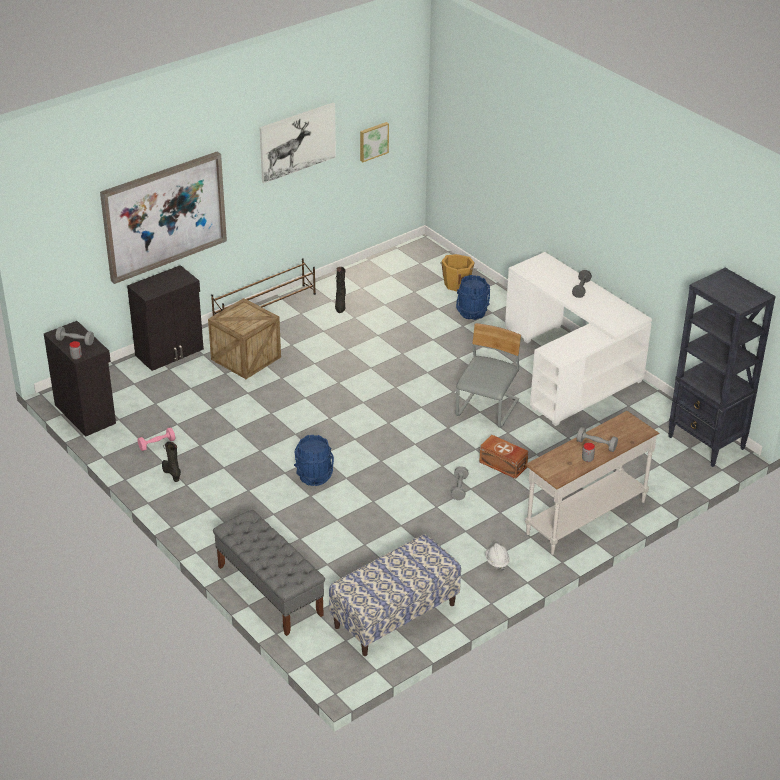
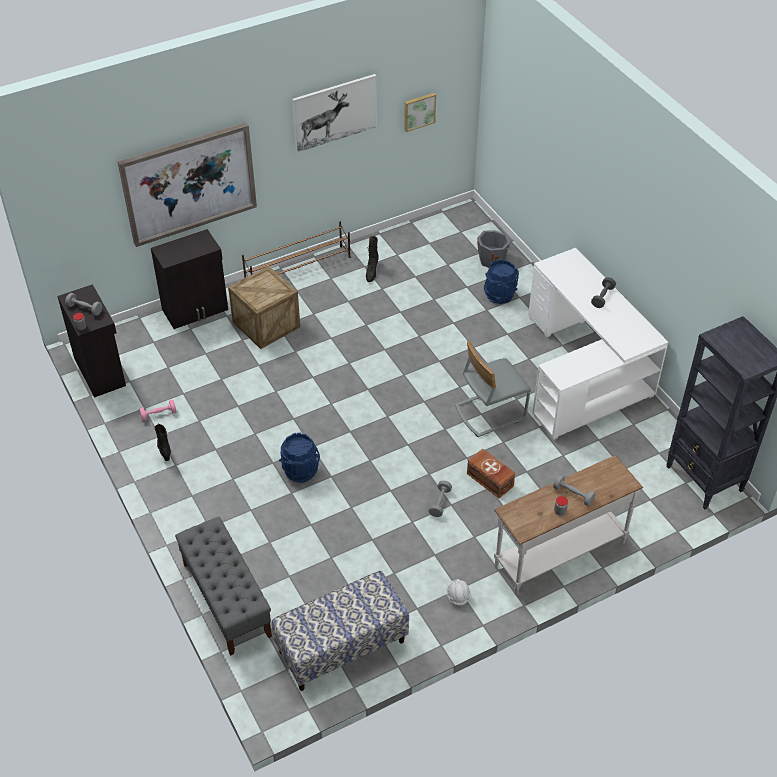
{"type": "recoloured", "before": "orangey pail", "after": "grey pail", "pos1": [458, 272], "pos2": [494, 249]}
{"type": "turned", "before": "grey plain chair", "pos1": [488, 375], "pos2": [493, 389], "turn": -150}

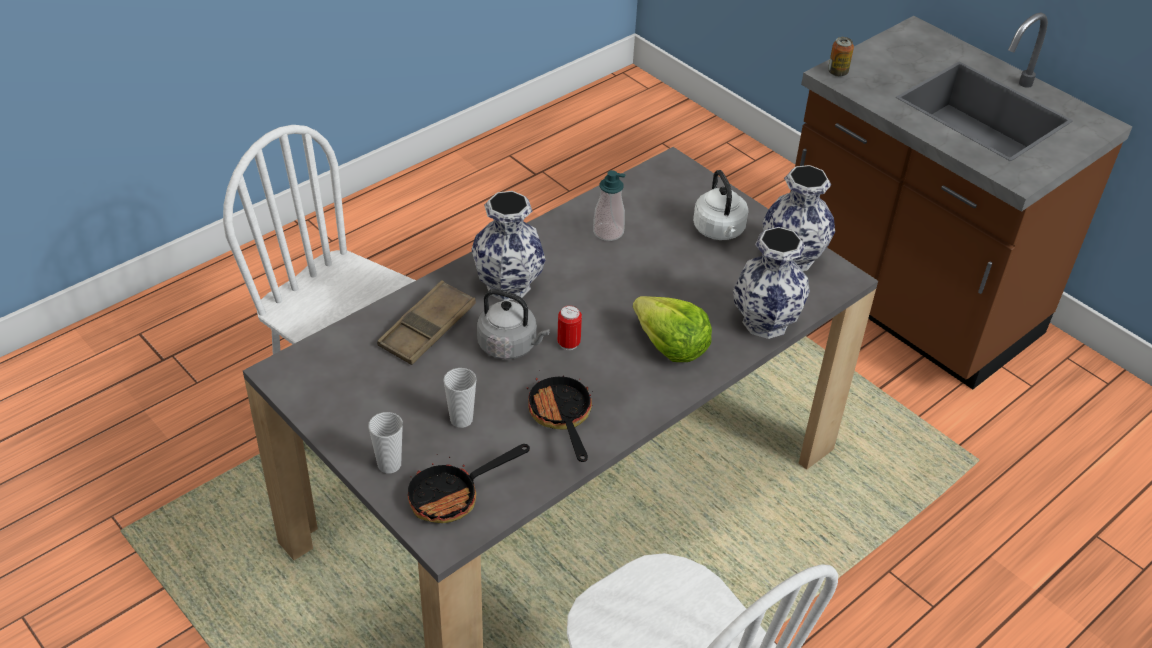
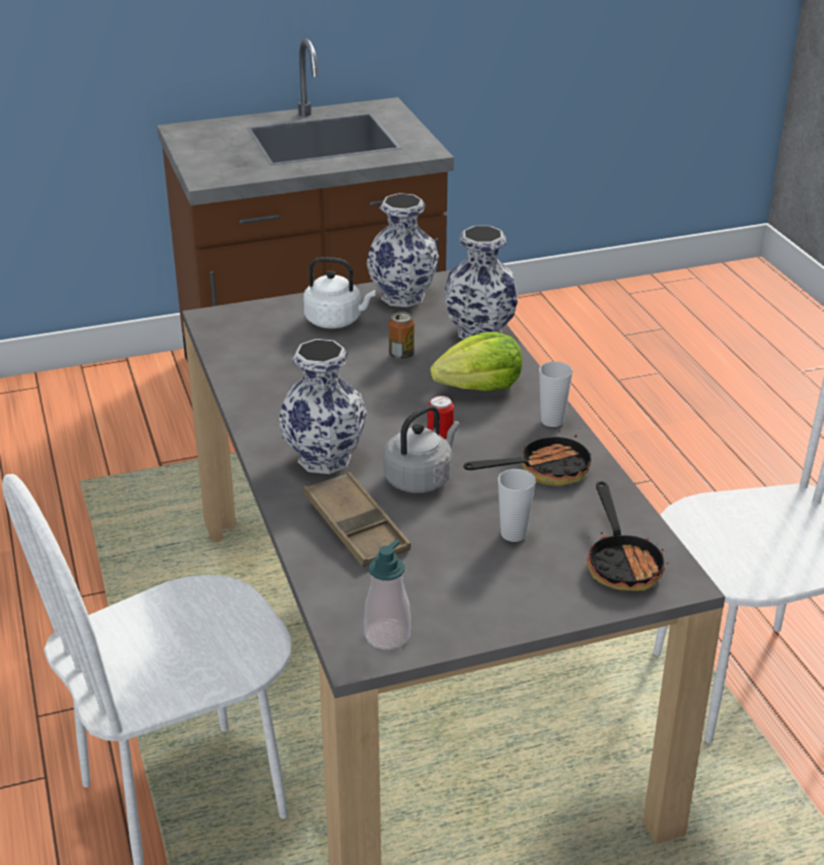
{"type": "moved", "before": "cup", "pos1": [385, 442], "pos2": [556, 394]}
{"type": "moved", "before": "liquid soap bottle", "pos1": [609, 205], "pos2": [387, 595]}
{"type": "moved", "before": "sealed can", "pos1": [841, 57], "pos2": [401, 336]}
{"type": "turned", "before": "frying pan", "pos1": [560, 416], "pos2": [527, 458], "turn": 150}

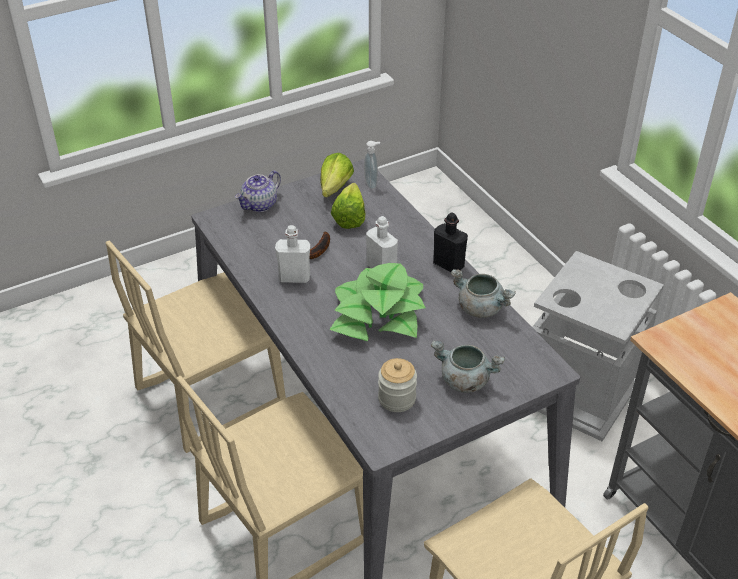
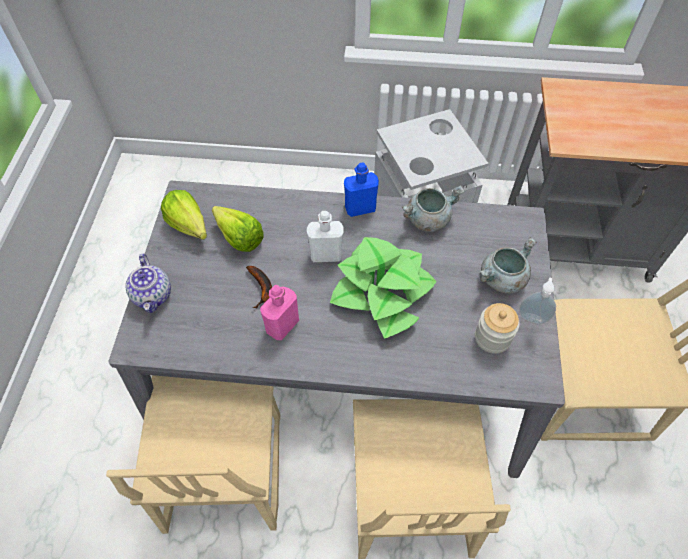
{"type": "moved", "before": "liquid soap bottle", "pos1": [372, 165], "pos2": [537, 301]}
{"type": "recoloured", "before": "whitish beverage bottle", "after": "pink beverage bottle", "pos1": [292, 254], "pos2": [279, 312]}
{"type": "recoloured", "before": "black beverage bottle", "after": "blue-coloured beverage bottle", "pos1": [450, 242], "pos2": [361, 189]}

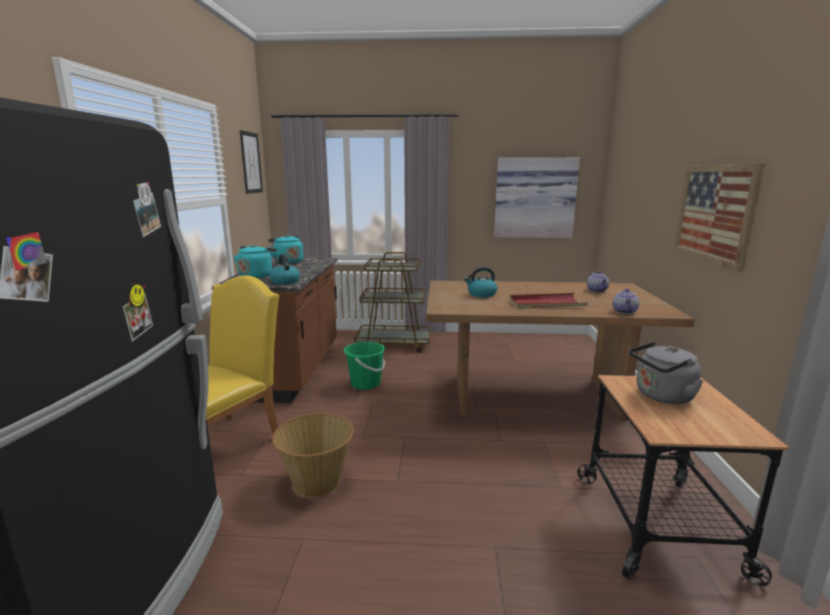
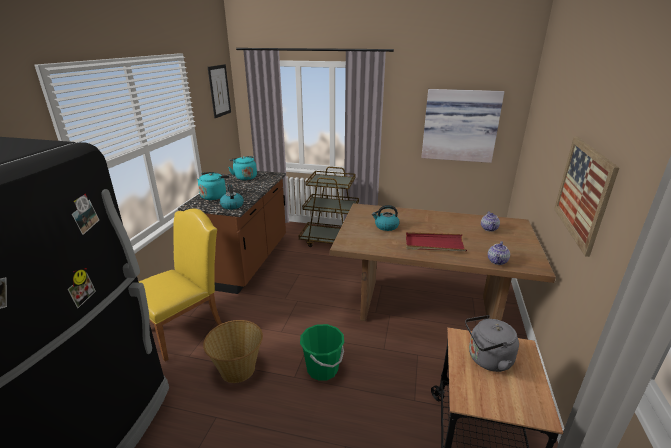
{"type": "moved", "before": "green-coloured pail", "pos1": [364, 366], "pos2": [322, 352]}

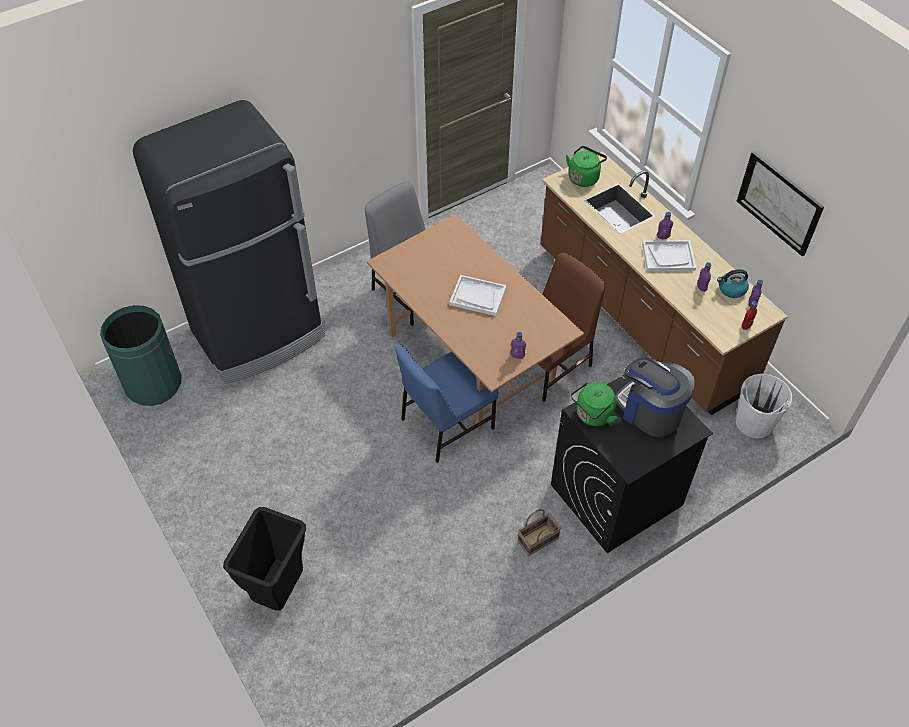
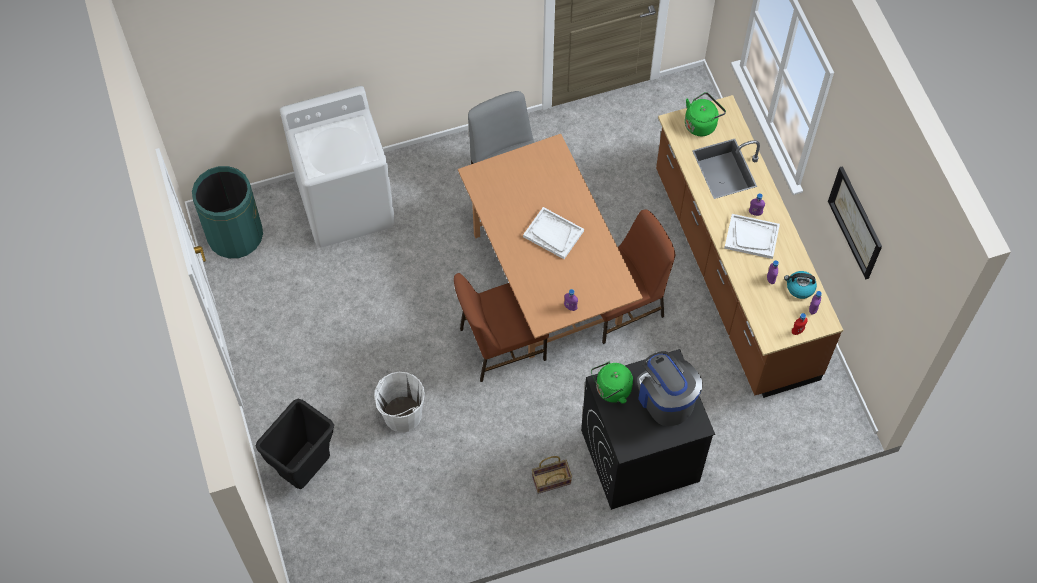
{"type": "moved", "before": "whitish pail", "pos1": [764, 406], "pos2": [399, 402]}
{"type": "replaced", "before": "black refrigerator", "after": "whitish washing machine", "pos1": [229, 242], "pos2": [337, 167]}
{"type": "recoloured", "before": "blue-coloured plain chair", "after": "brown-coloured plain chair", "pos1": [446, 403], "pos2": [501, 327]}

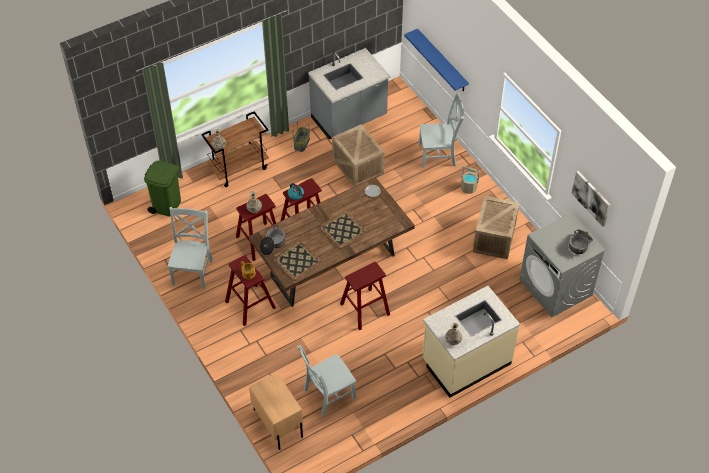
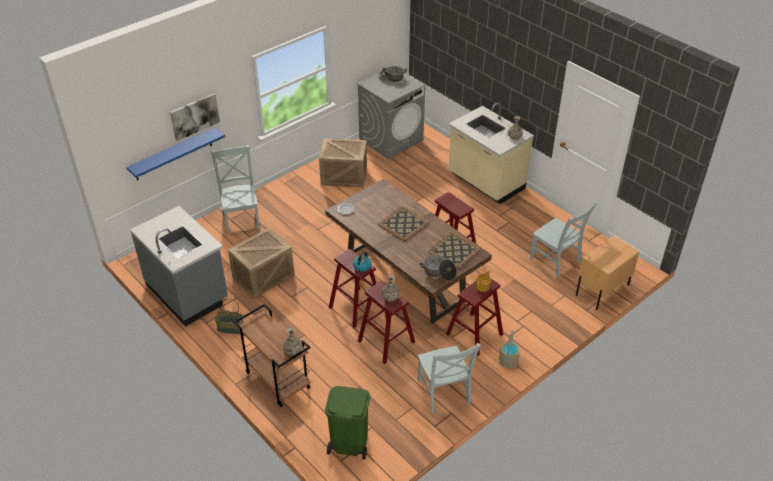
{"type": "moved", "before": "sand-coloured pail", "pos1": [470, 180], "pos2": [509, 349]}
{"type": "moved", "before": "wall art", "pos1": [591, 199], "pos2": [195, 117]}
{"type": "turned", "before": "grey plain chair", "pos1": [190, 248], "pos2": [449, 378], "turn": -105}

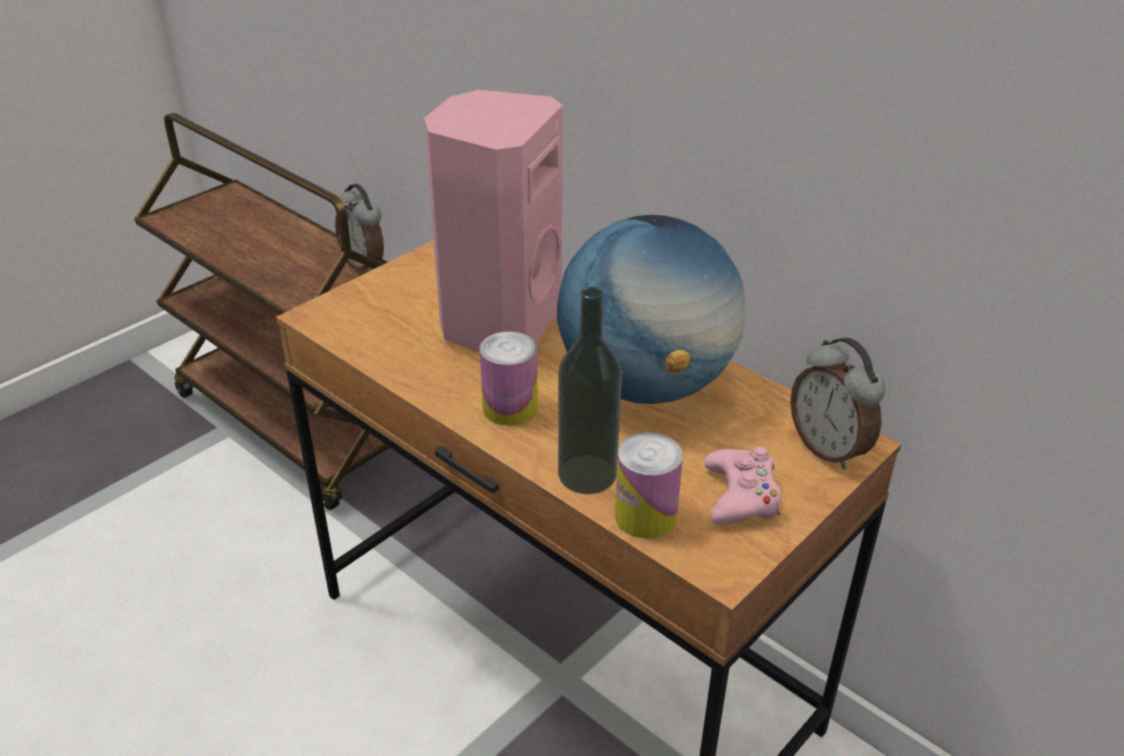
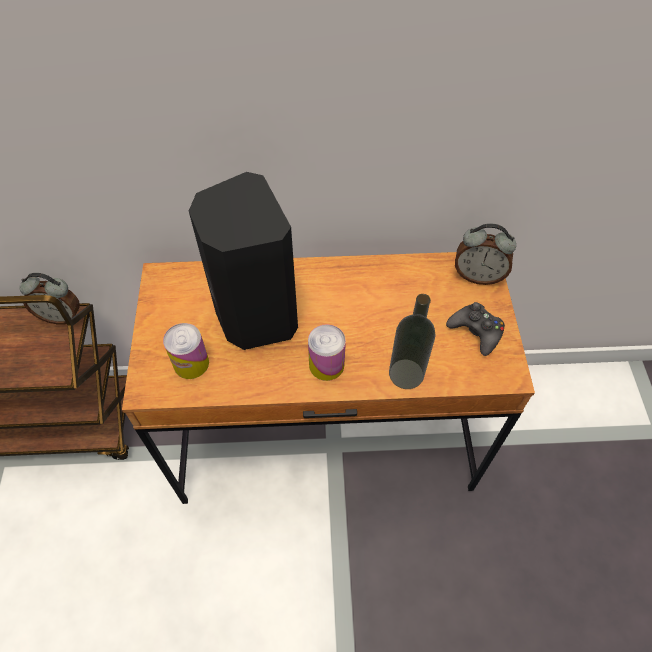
{"type": "removed", "before": "desk globe", "pos1": [651, 309]}
{"type": "moved", "before": "sealed can", "pos1": [649, 485], "pos2": [186, 351]}
{"type": "recoloured", "before": "pink loudspeaker", "after": "black loudspeaker", "pos1": [493, 221], "pos2": [243, 261]}
{"type": "recoloured", "before": "pink gamepad", "after": "black gamepad", "pos1": [742, 485], "pos2": [475, 329]}

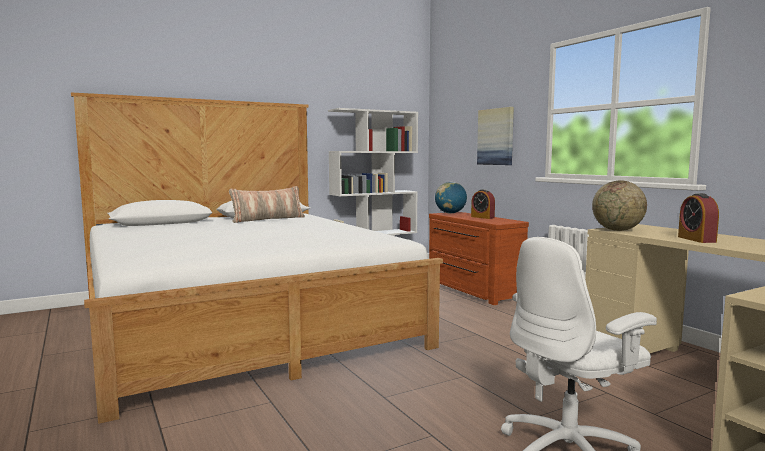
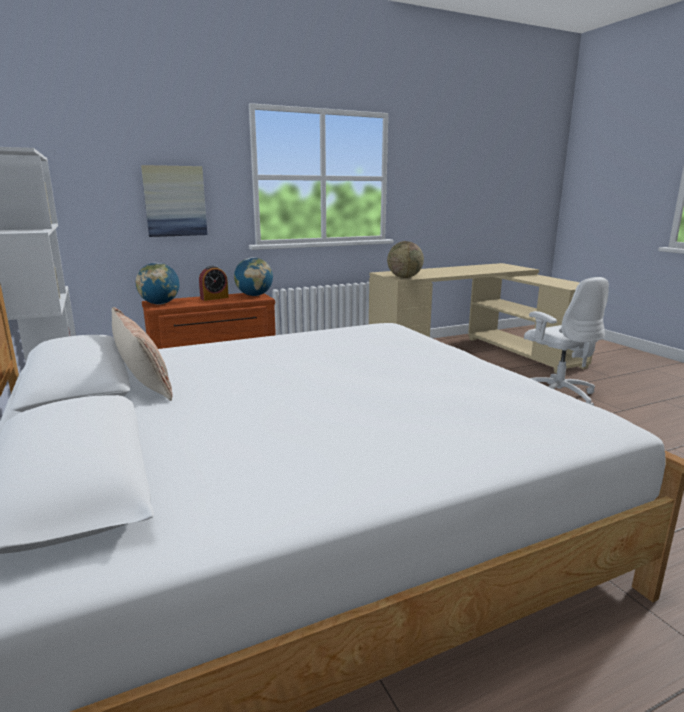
{"type": "removed", "before": "alarm clock", "pos1": [698, 218]}
{"type": "added", "after": "desk globe", "pos2": [253, 276]}

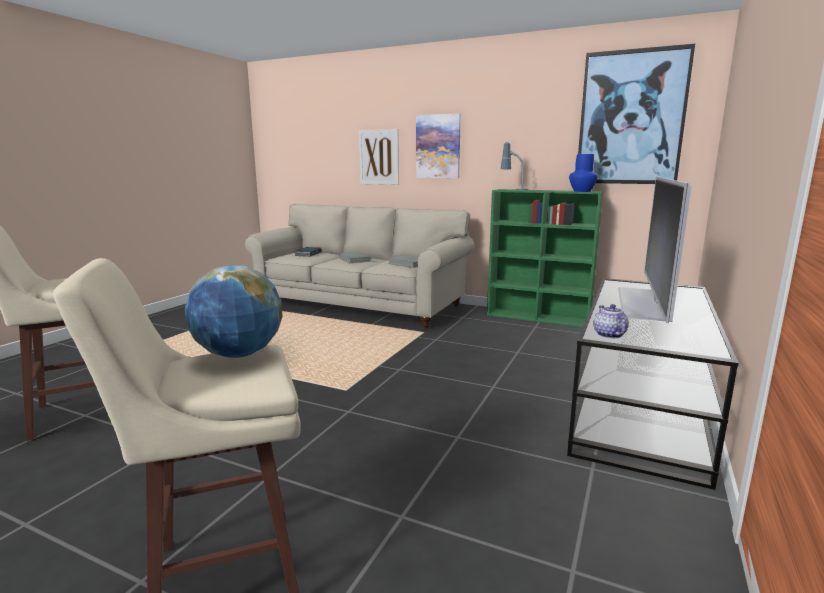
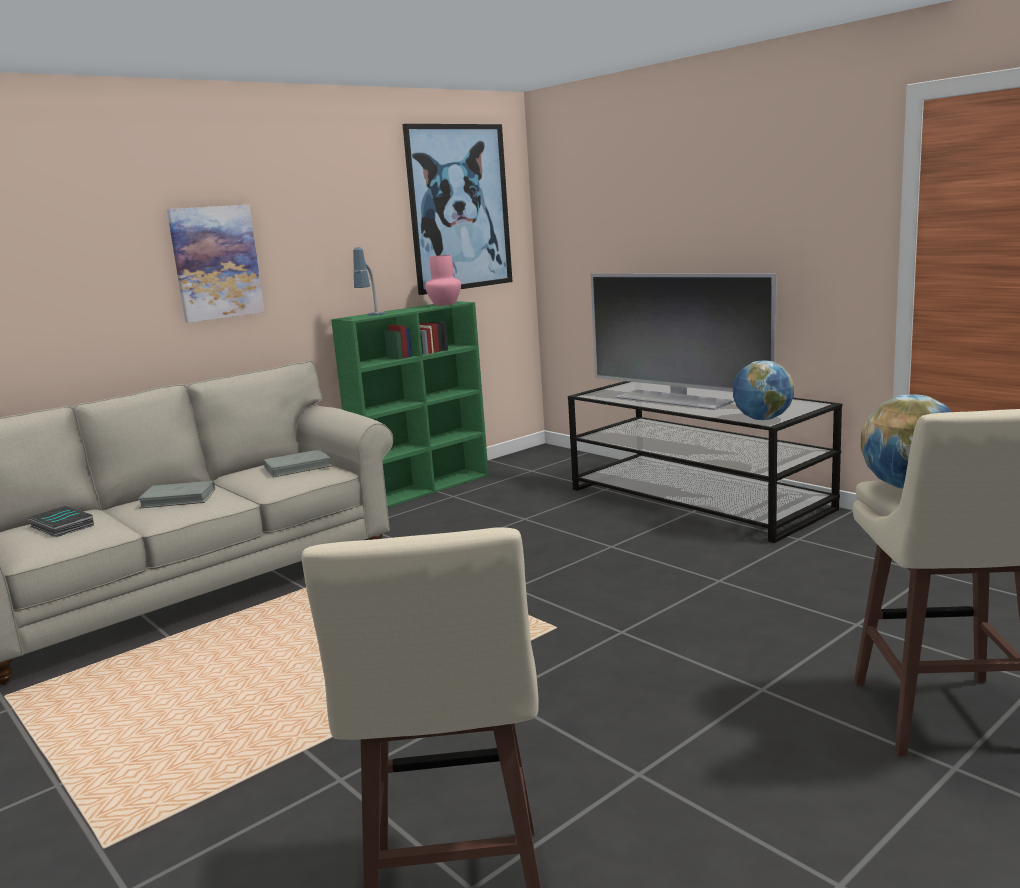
{"type": "removed", "before": "wall art", "pos1": [378, 157]}
{"type": "replaced", "before": "teapot", "after": "desk globe", "pos1": [611, 321], "pos2": [763, 390]}
{"type": "recoloured", "before": "blue-coloured decorative vase", "after": "pink decorative vase", "pos1": [583, 173], "pos2": [443, 280]}

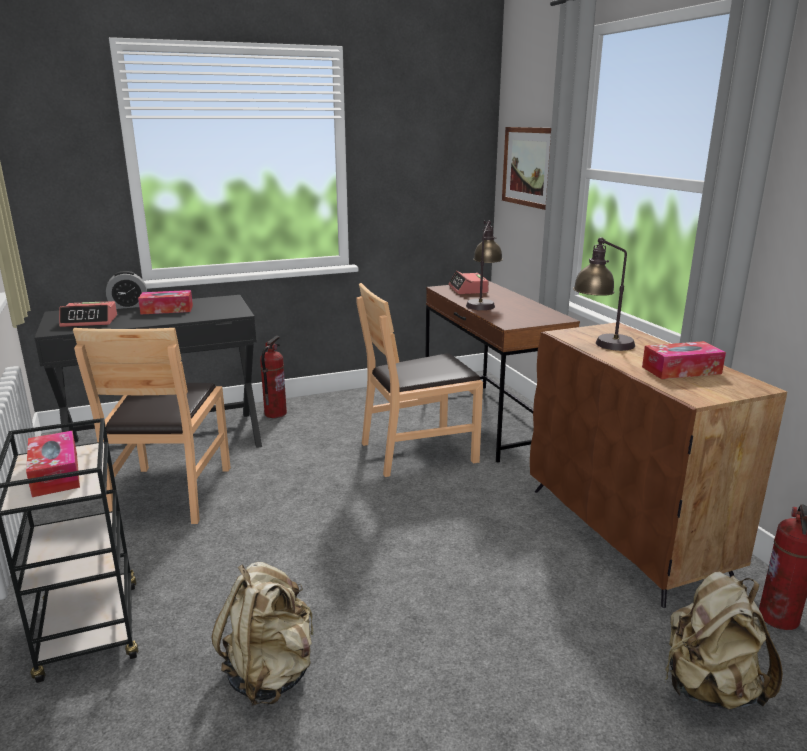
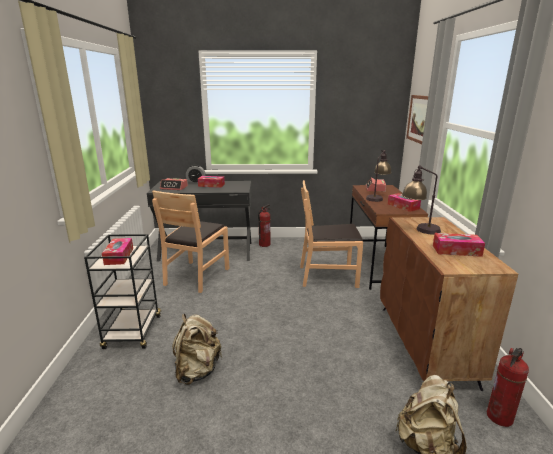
{"type": "added", "after": "tissue box", "pos2": [404, 202]}

